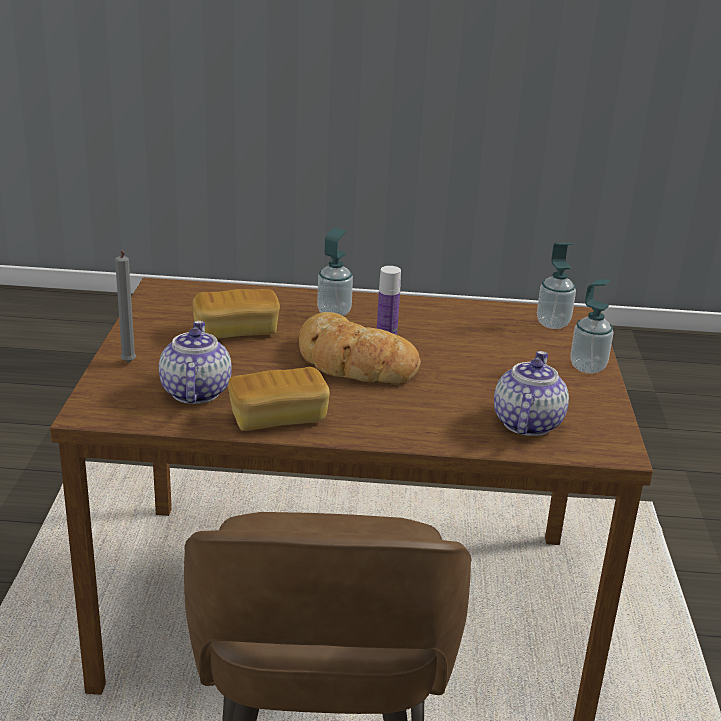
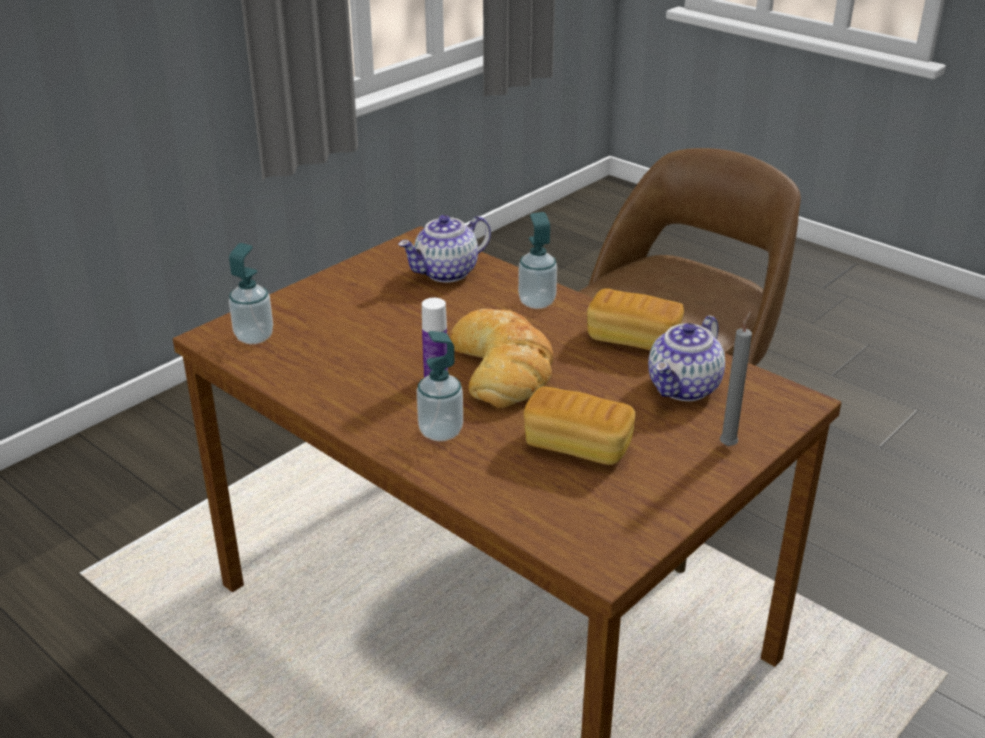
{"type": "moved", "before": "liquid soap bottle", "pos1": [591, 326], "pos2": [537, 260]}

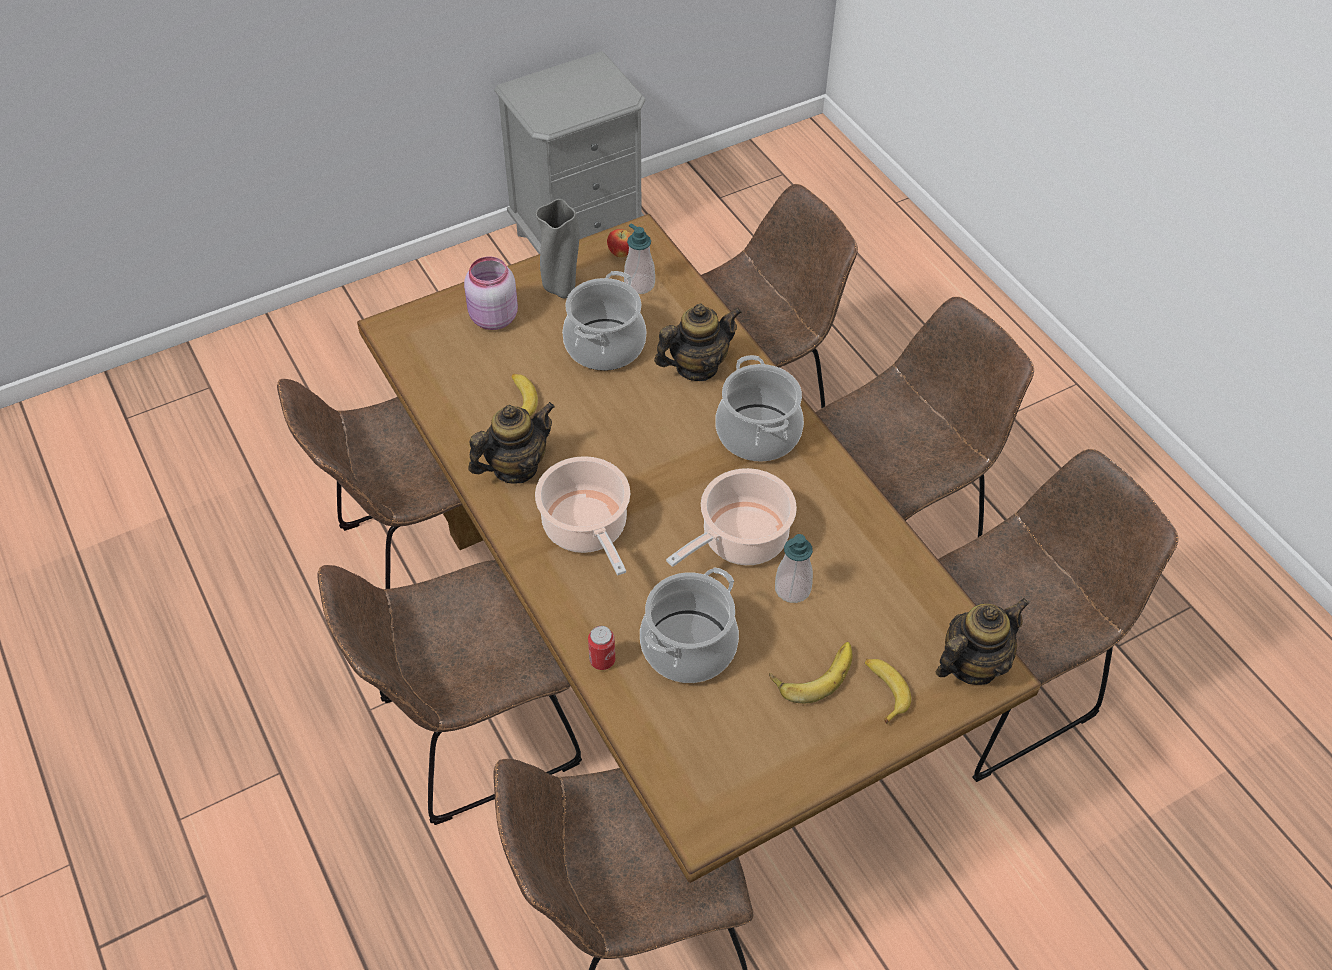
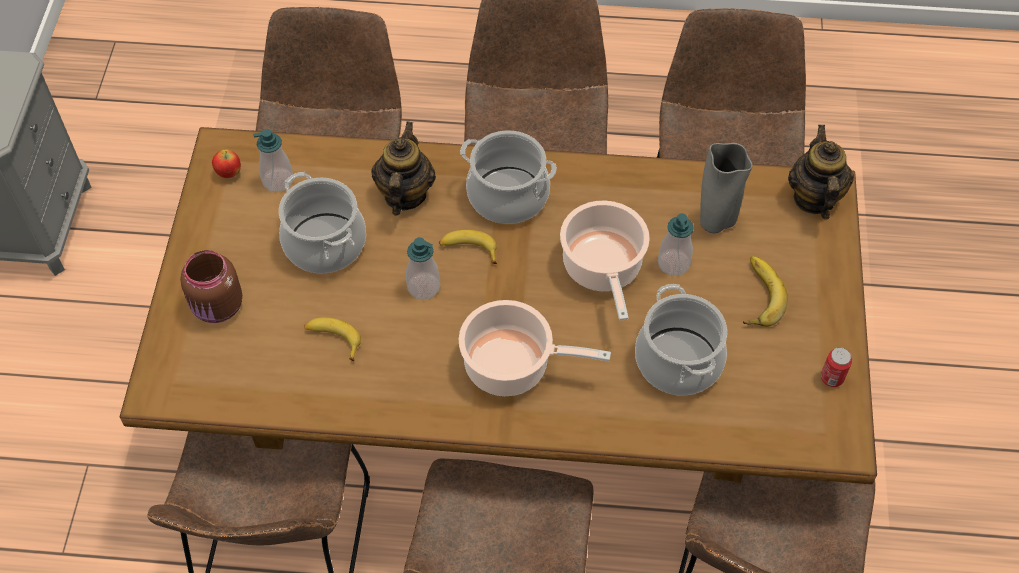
{"type": "removed", "before": "teapot", "pos1": [511, 442]}
{"type": "added", "after": "liquid soap bottle", "pos2": [423, 268]}
{"type": "moved", "before": "grey decorative vase", "pos1": [557, 249], "pos2": [726, 188]}
{"type": "moved", "before": "sealed can", "pos1": [601, 648], "pos2": [836, 367]}
{"type": "moved", "before": "whole banana", "pos1": [888, 691], "pos2": [468, 247]}
{"type": "recoloured", "before": "pink preserve jar", "after": "brown-coloured preserve jar", "pos1": [491, 293], "pos2": [211, 286]}

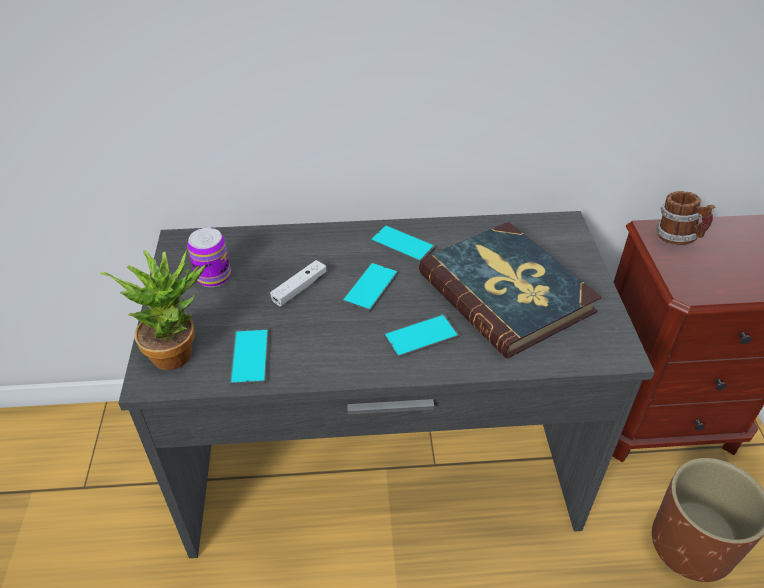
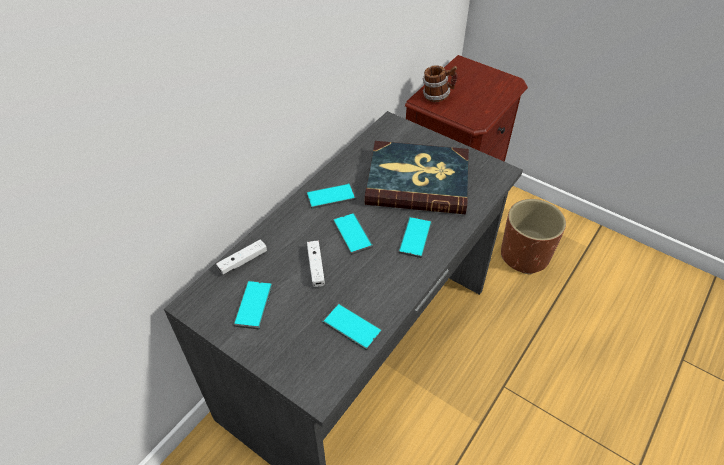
{"type": "removed", "before": "houseplant", "pos1": [153, 308]}
{"type": "added", "after": "whitish gamepad", "pos2": [241, 257]}
{"type": "replaced", "before": "sealed can", "after": "handset", "pos1": [209, 257], "pos2": [253, 305]}

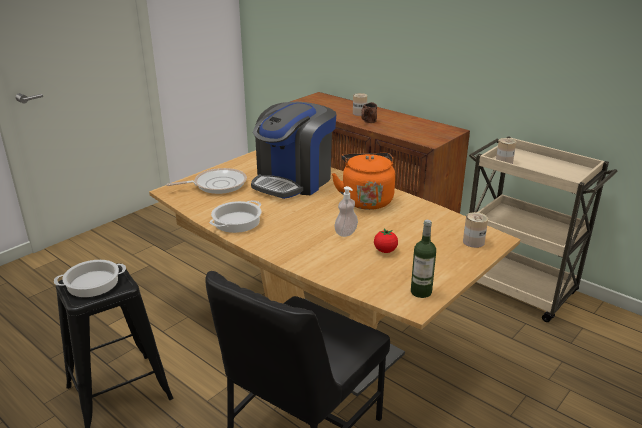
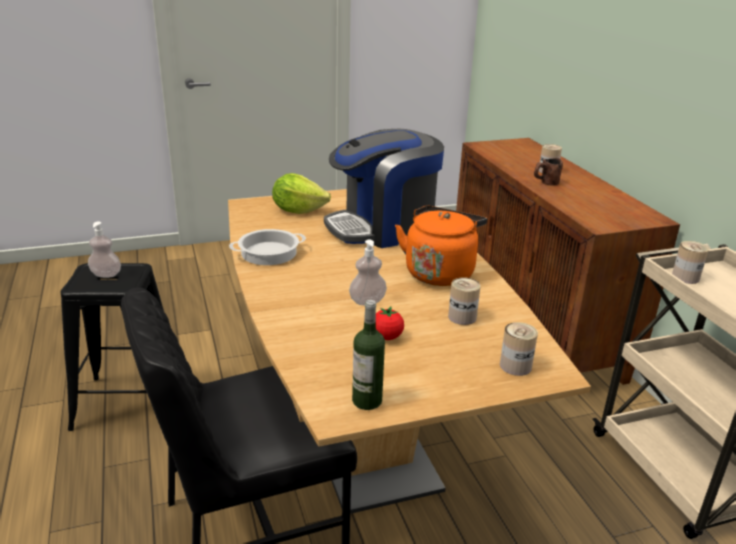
{"type": "added", "after": "sealed can", "pos2": [464, 301]}
{"type": "replaced", "before": "saucepot", "after": "liquid soap bottle", "pos1": [90, 278], "pos2": [104, 250]}
{"type": "replaced", "before": "frying pan", "after": "lettuce", "pos1": [206, 181], "pos2": [301, 193]}

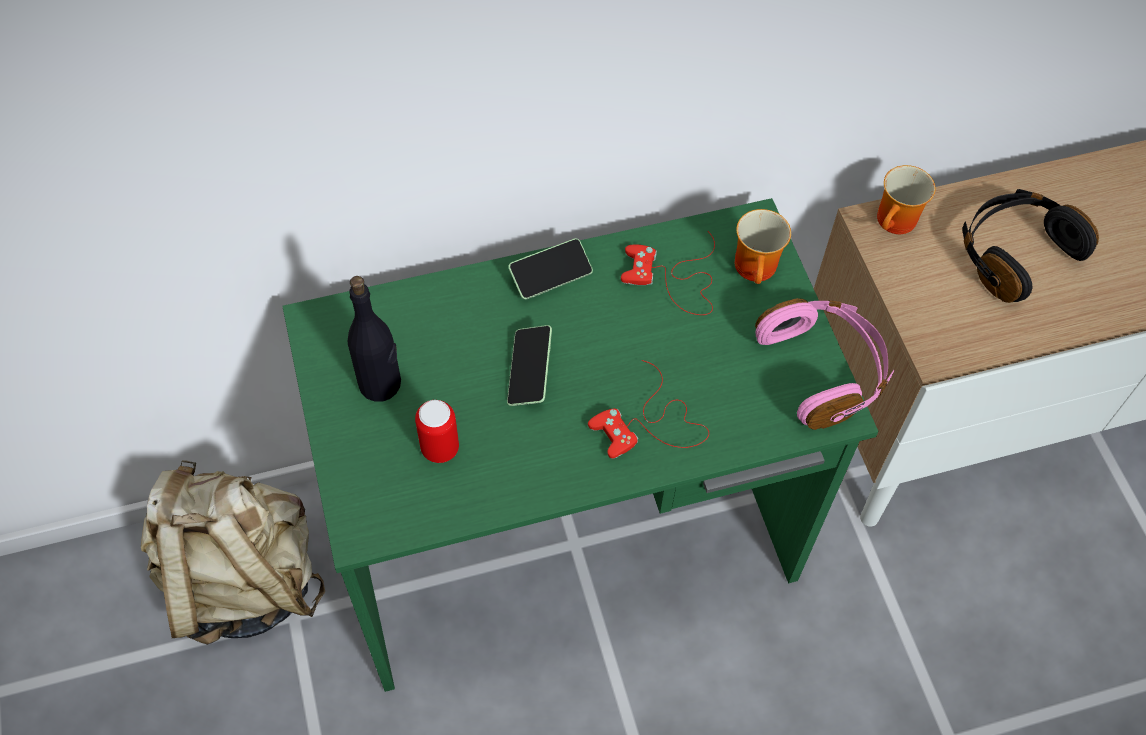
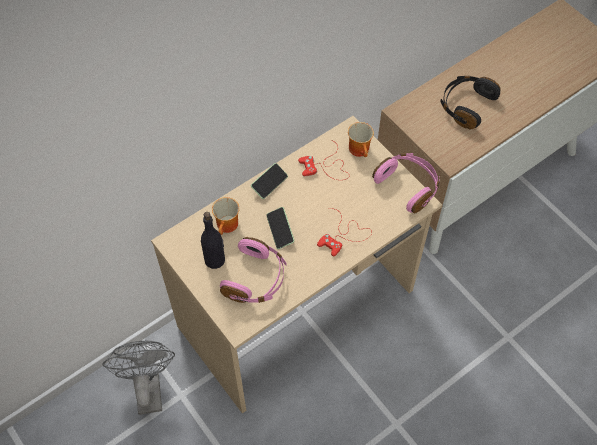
{"type": "moved", "before": "coffee mug", "pos1": [906, 199], "pos2": [225, 216]}
{"type": "replaced", "before": "sand-coloured backpack", "after": "grey electric fan", "pos1": [233, 552], "pos2": [139, 377]}
{"type": "replaced", "before": "sealed can", "after": "pink headset", "pos1": [437, 431], "pos2": [253, 270]}
{"type": "recoloured", "before": "green-coloured desk", "after": "sand-coloured desk", "pos1": [580, 445], "pos2": [296, 264]}

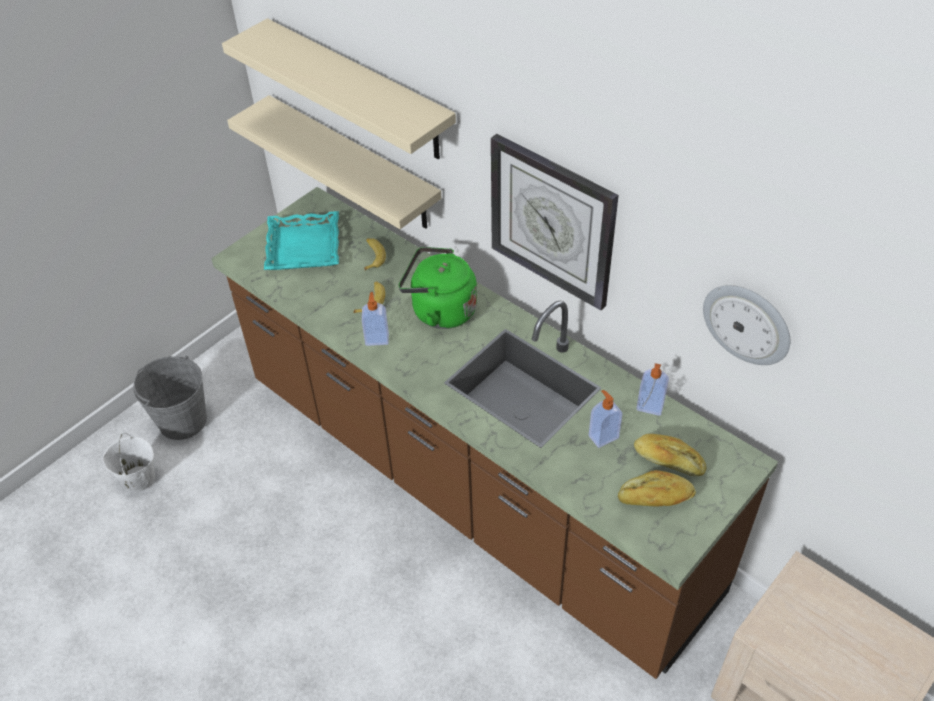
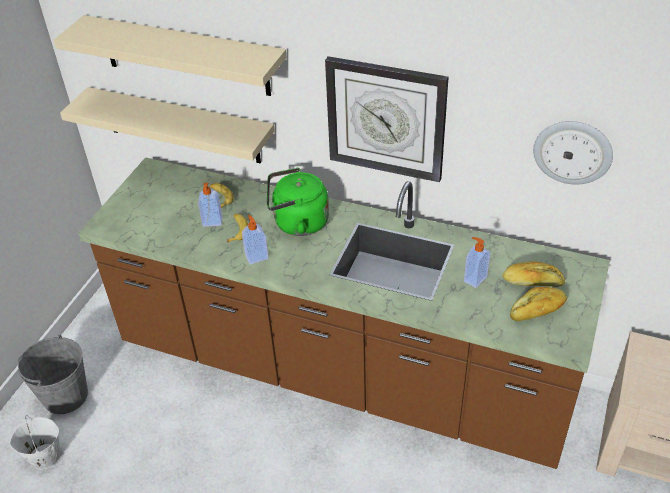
{"type": "removed", "before": "turquoise carrying tray", "pos1": [301, 240]}
{"type": "moved", "before": "liquid soap bottle", "pos1": [652, 389], "pos2": [210, 205]}

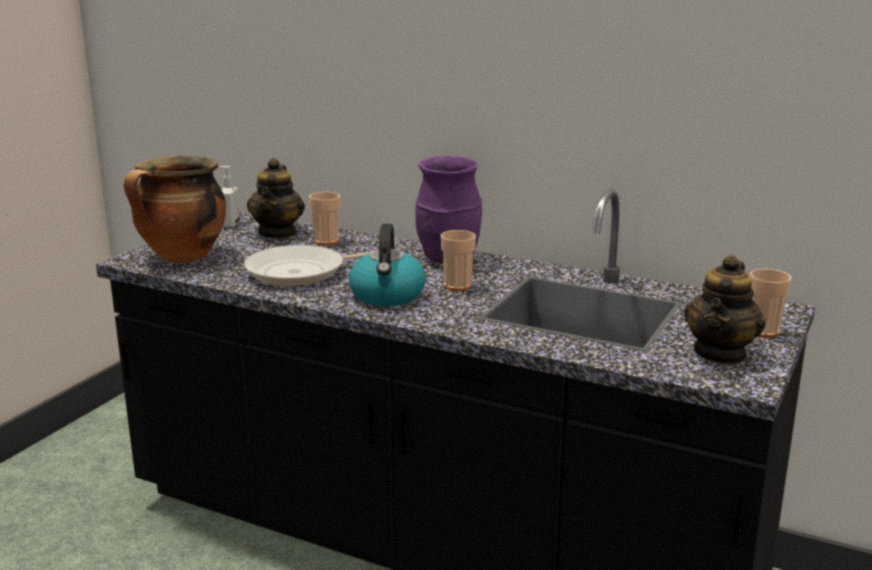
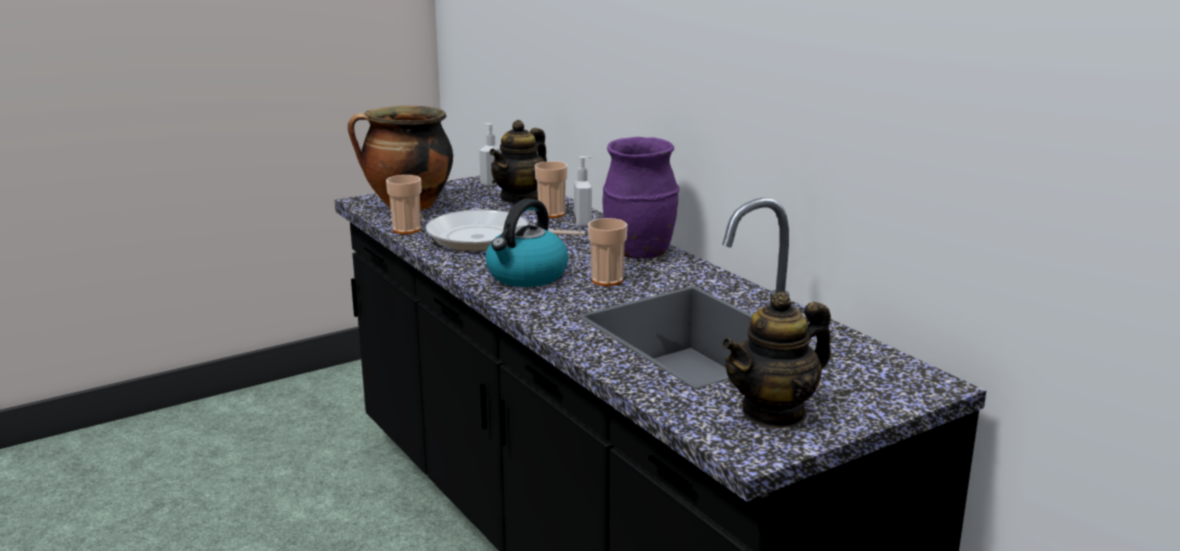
{"type": "added", "after": "liquid soap bottle", "pos2": [583, 191]}
{"type": "moved", "before": "cup", "pos1": [771, 303], "pos2": [404, 204]}

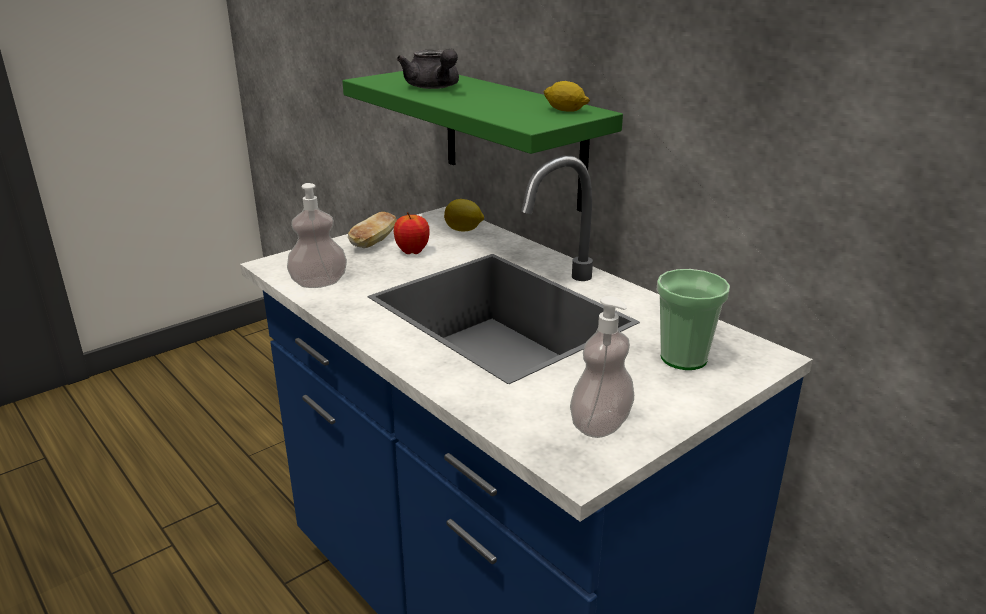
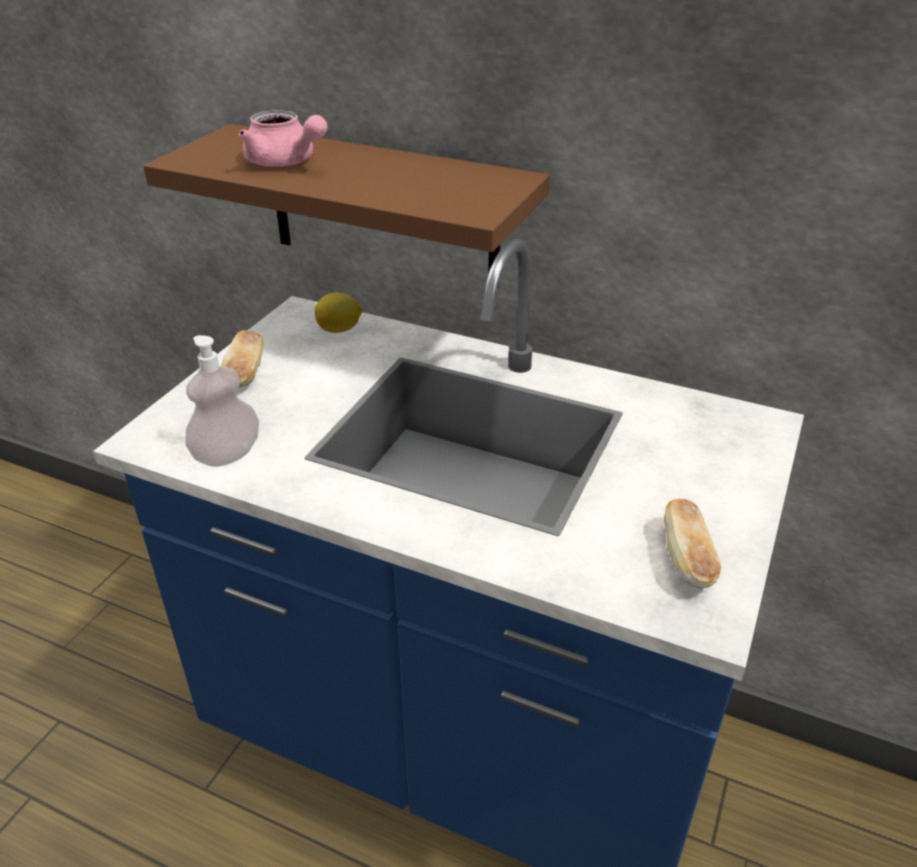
{"type": "removed", "before": "apple fruit", "pos1": [412, 233]}
{"type": "removed", "before": "lemon", "pos1": [567, 96]}
{"type": "removed", "before": "cup", "pos1": [693, 319]}
{"type": "replaced", "before": "liquid soap bottle", "after": "baked bread", "pos1": [602, 367], "pos2": [692, 544]}
{"type": "recoloured", "before": "green-coloured shelf", "after": "brown-coloured shelf", "pos1": [482, 141], "pos2": [346, 206]}
{"type": "recoloured", "before": "grey teapot", "after": "pink teapot", "pos1": [428, 69], "pos2": [283, 138]}

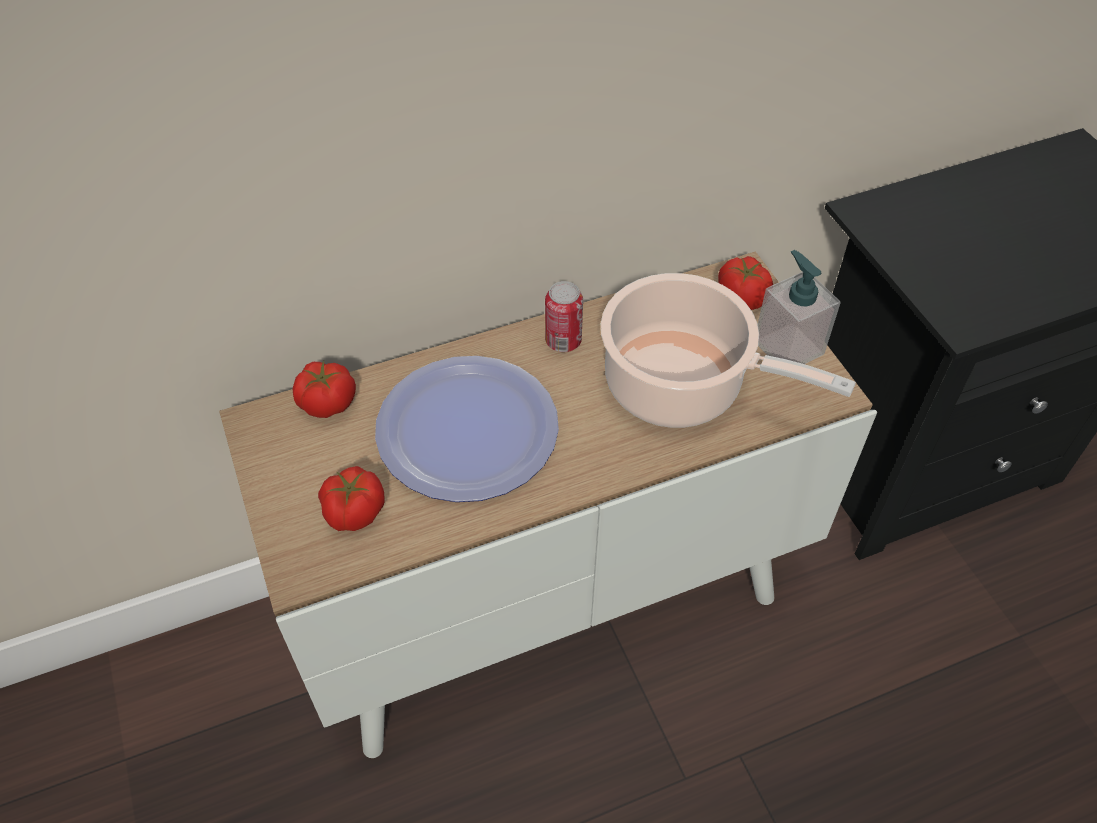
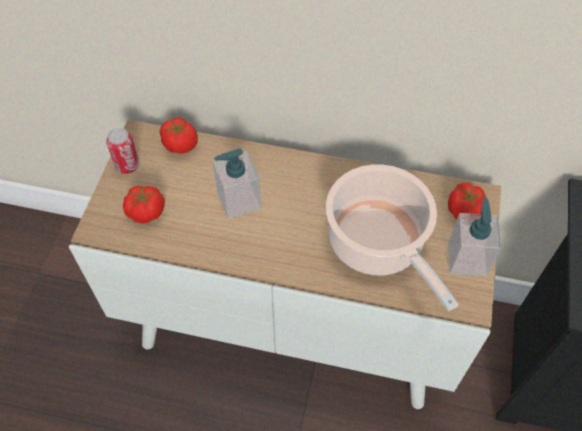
{"type": "moved", "before": "sealed can", "pos1": [564, 316], "pos2": [122, 151]}
{"type": "replaced", "before": "flat dish", "after": "liquid soap bottle", "pos1": [467, 429], "pos2": [237, 183]}

